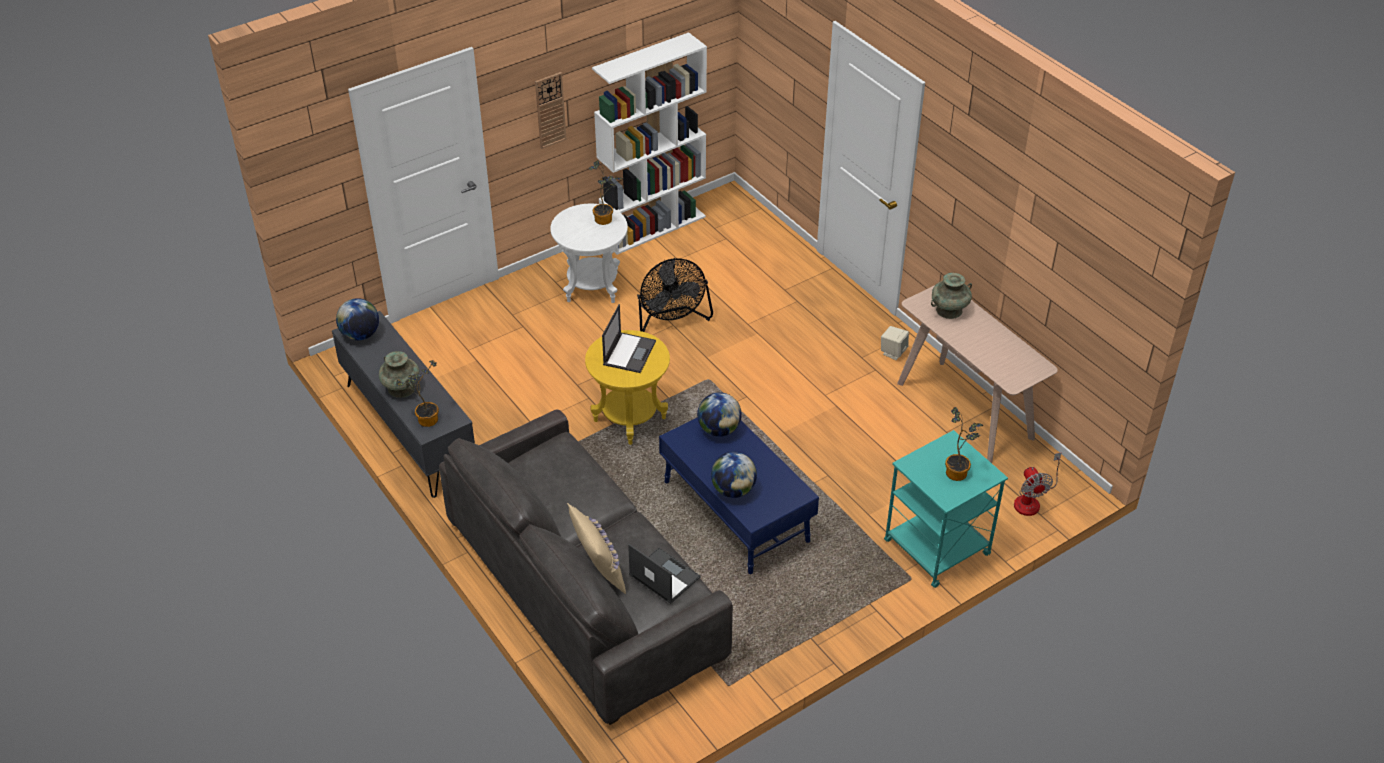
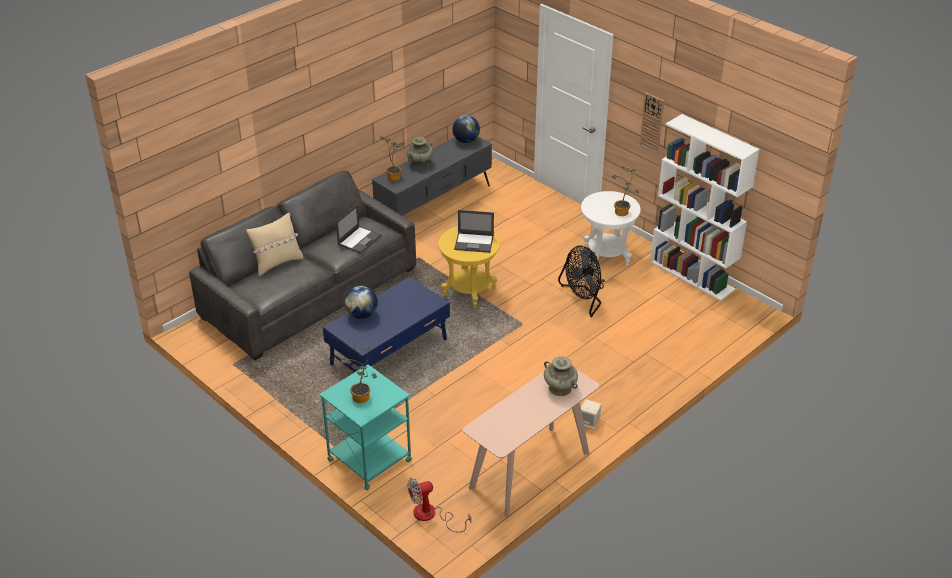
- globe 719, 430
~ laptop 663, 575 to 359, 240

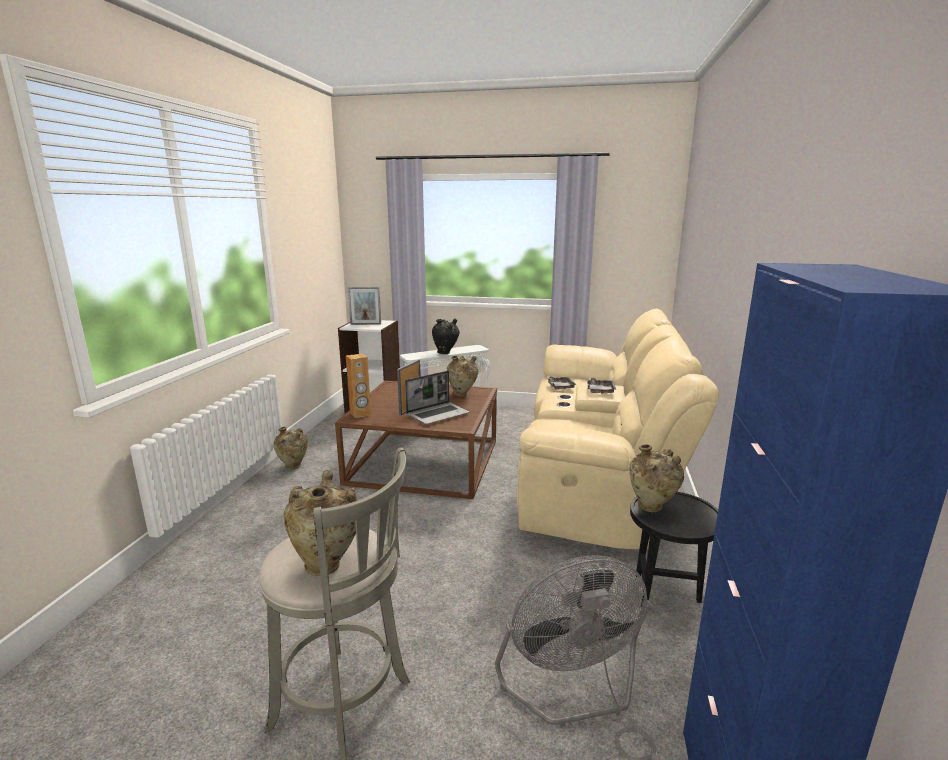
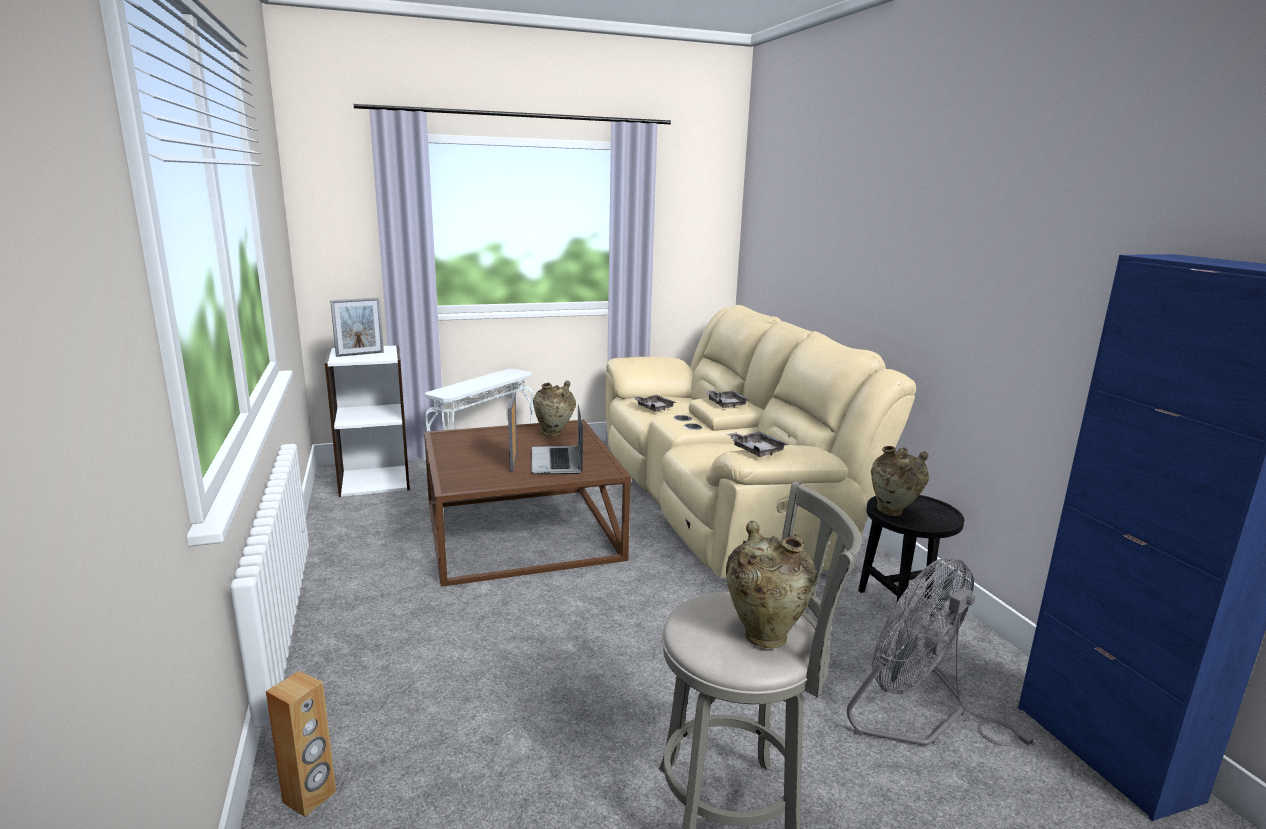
- vase/beige 293, 467
- vase/black 445, 353
+ tray/grey 756, 450
~ speaker/brown 360, 414 to 310, 797
~ laptop 438, 414 = 558, 462 150 degrees clockwise

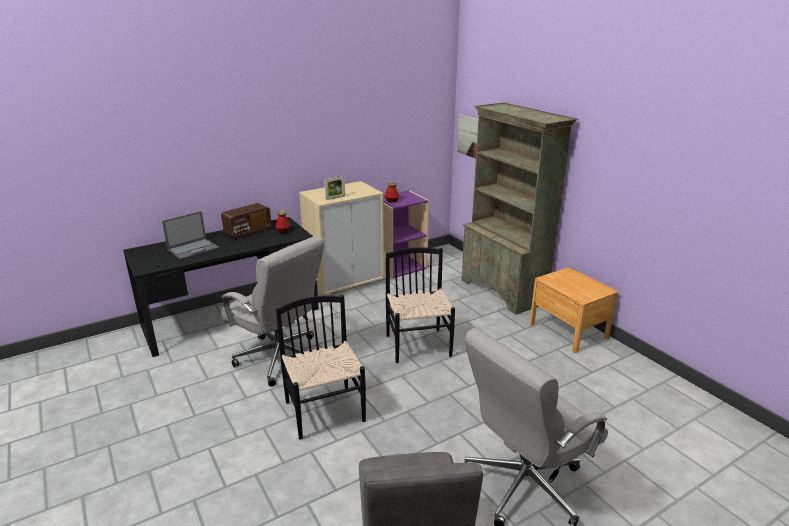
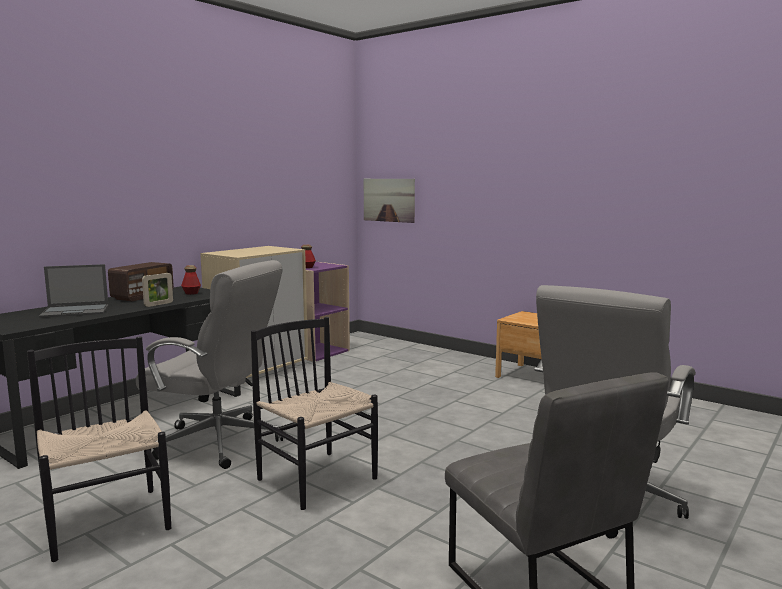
- bookcase/green 503, 291
~ picture frame 335, 198 to 158, 304
~ chair/black 417, 344 to 107, 520
~ laptop 193, 249 = 76, 311 45 degrees clockwise

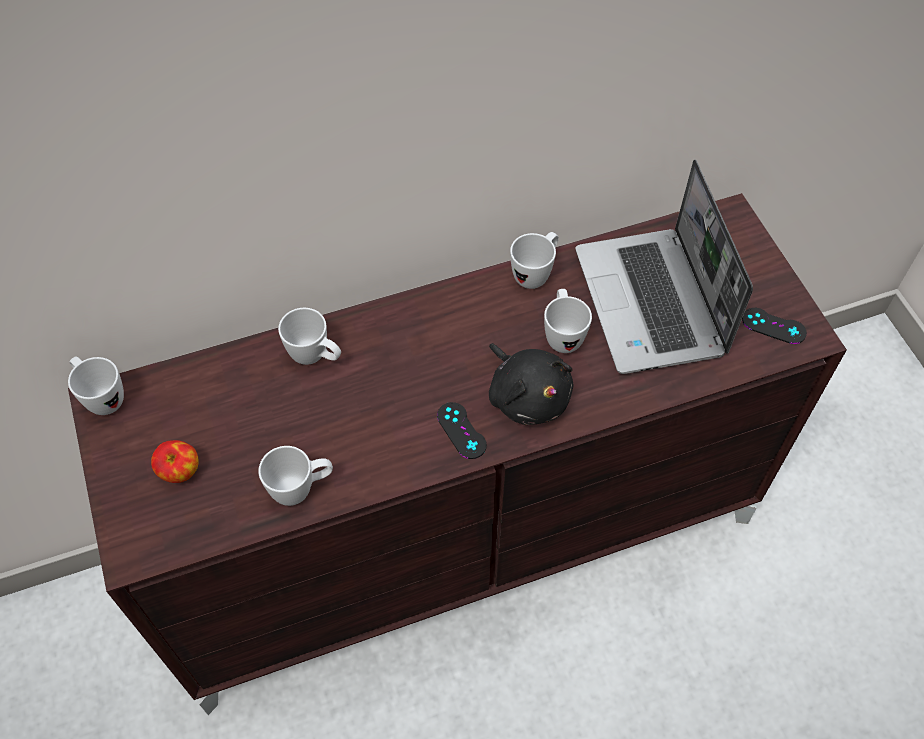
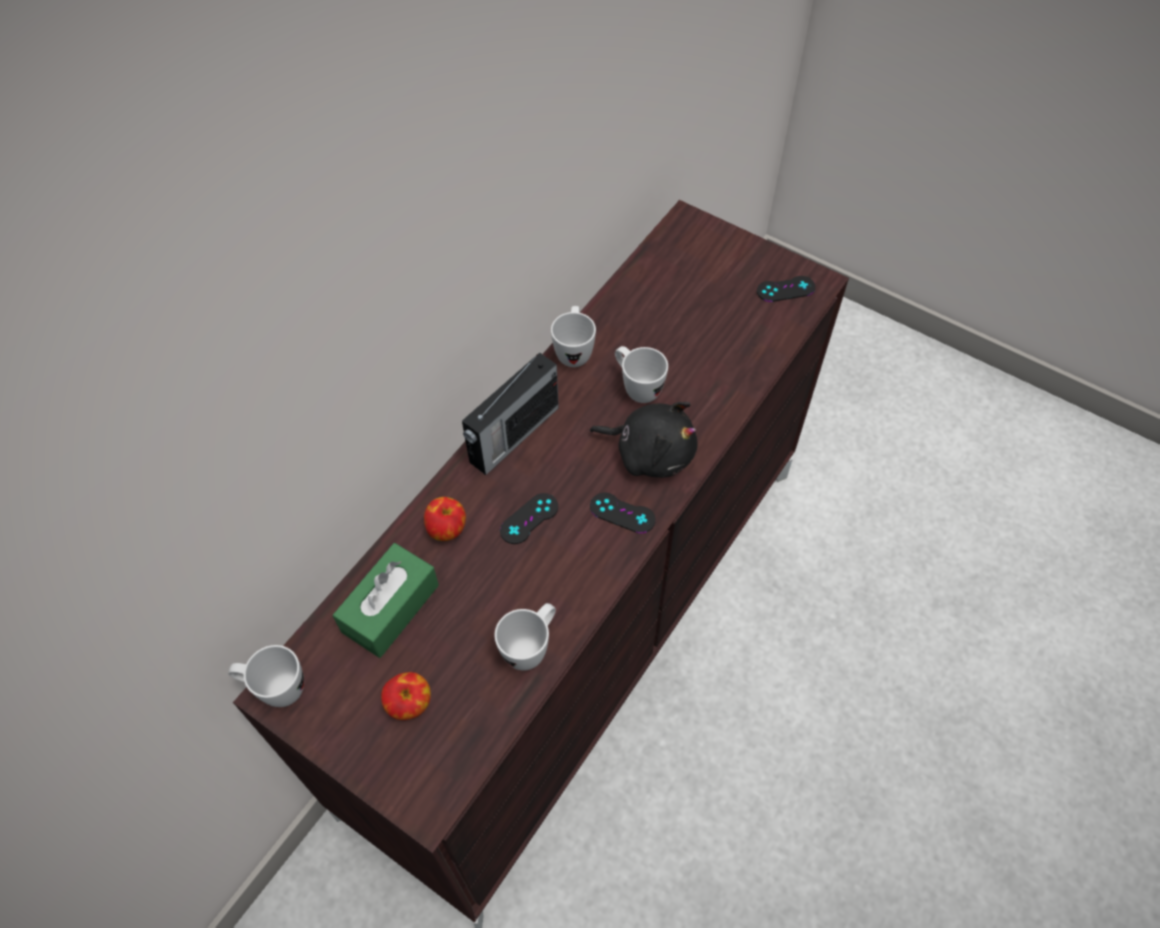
- laptop 652, 304
+ tissue box/green 390, 608
+ radio 512, 436
+ game controller/black 529, 518
~ mug/white 315, 357 to apple 447, 529

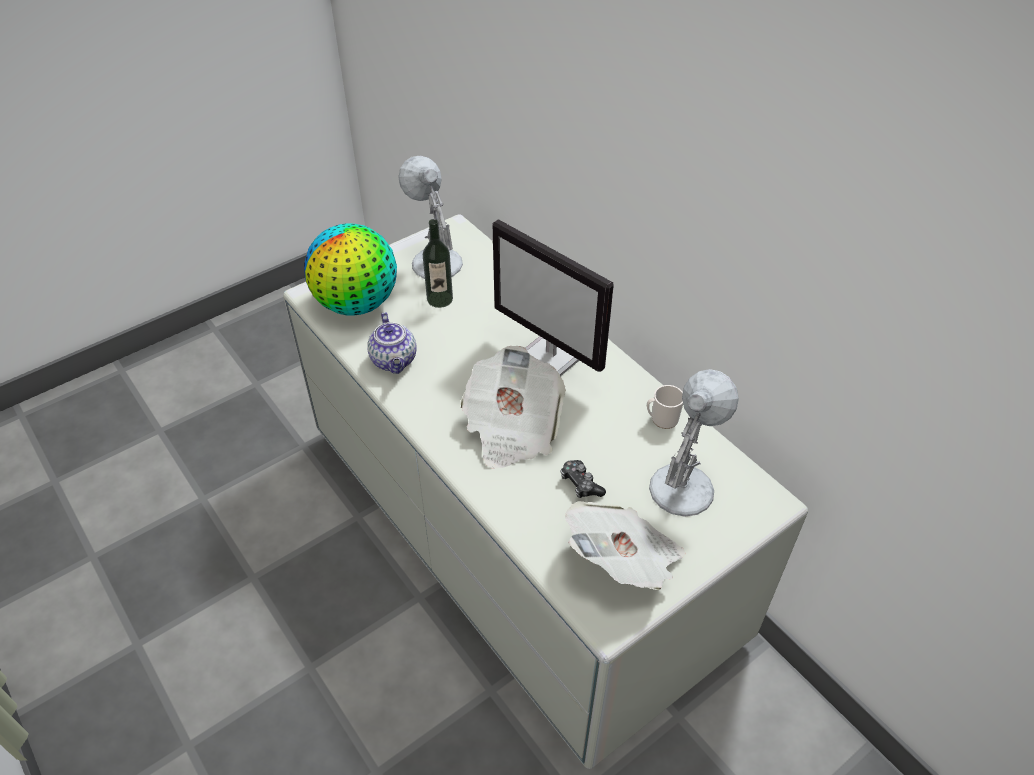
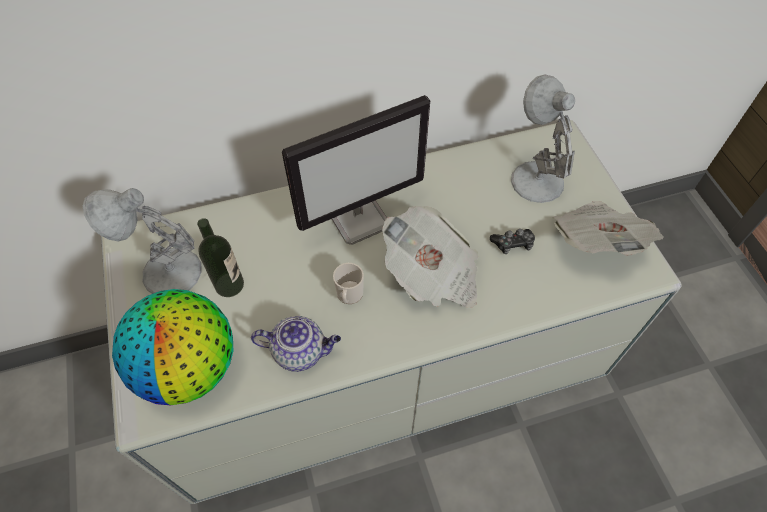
~ mug 661, 419 to 349, 295

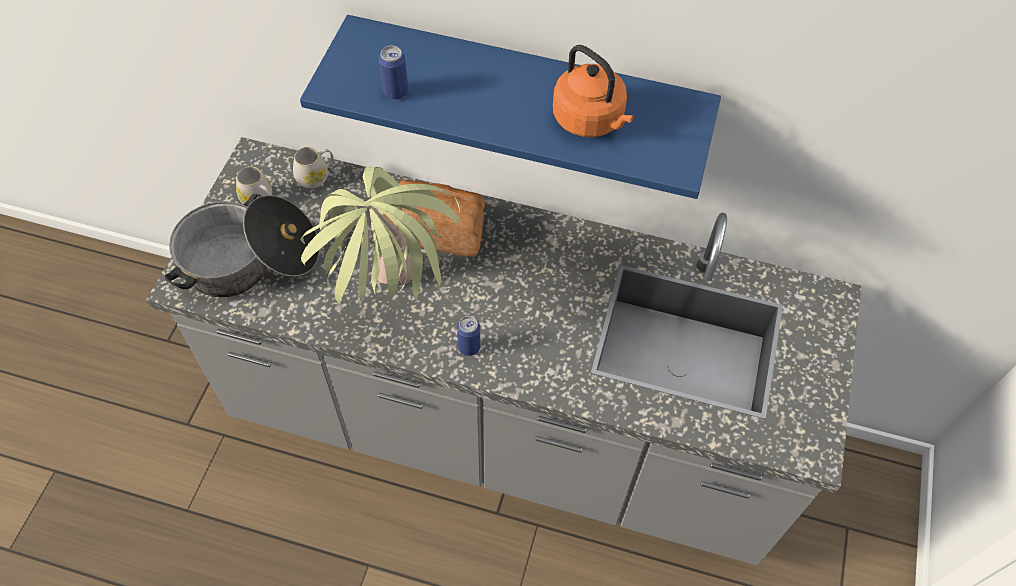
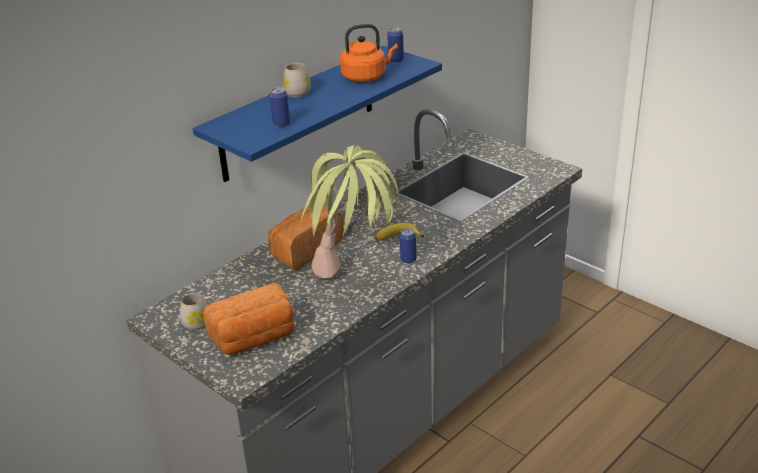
+ banana 397, 238
+ can 396, 60
~ mug/white 316, 176 to 297, 91
~ cooking pot 250, 262 to bread 254, 338

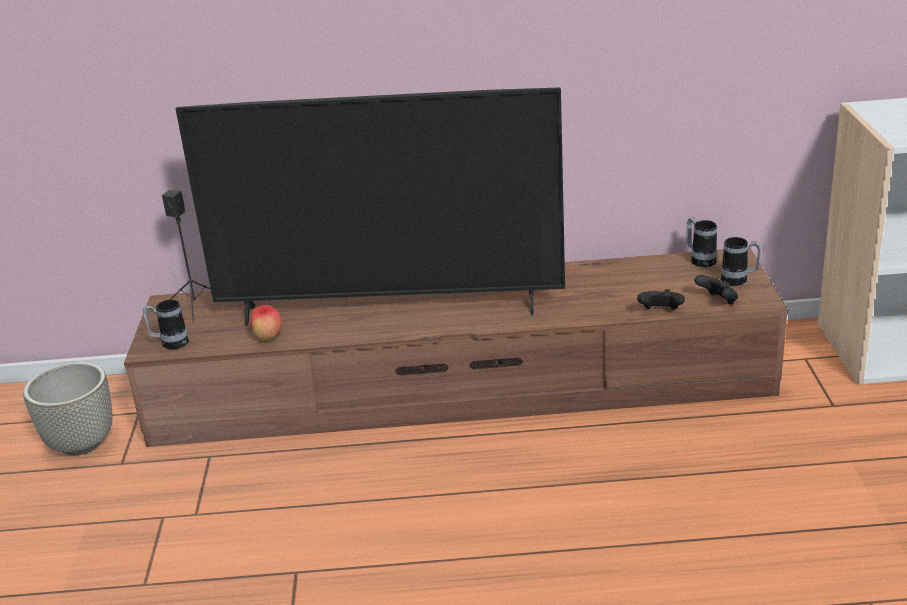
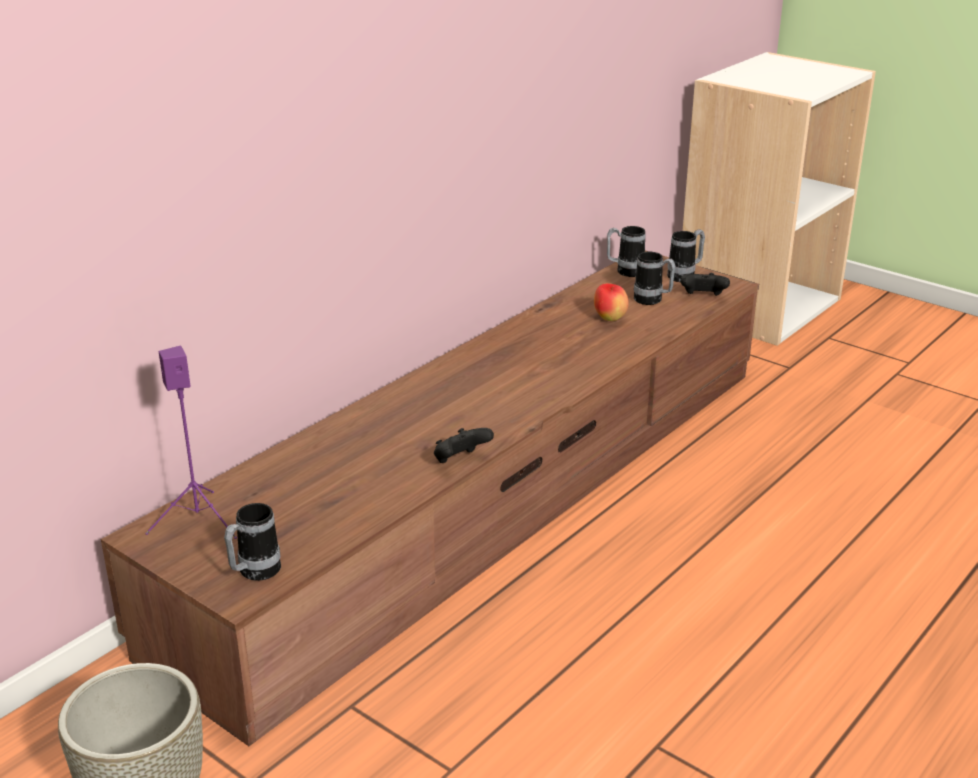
- television 389, 309
+ mug 652, 301
~ apple 268, 338 to 610, 319
~ game controller/black 660, 312 to 460, 461
~ speaker/black 196, 306 to speaker/purple 198, 520

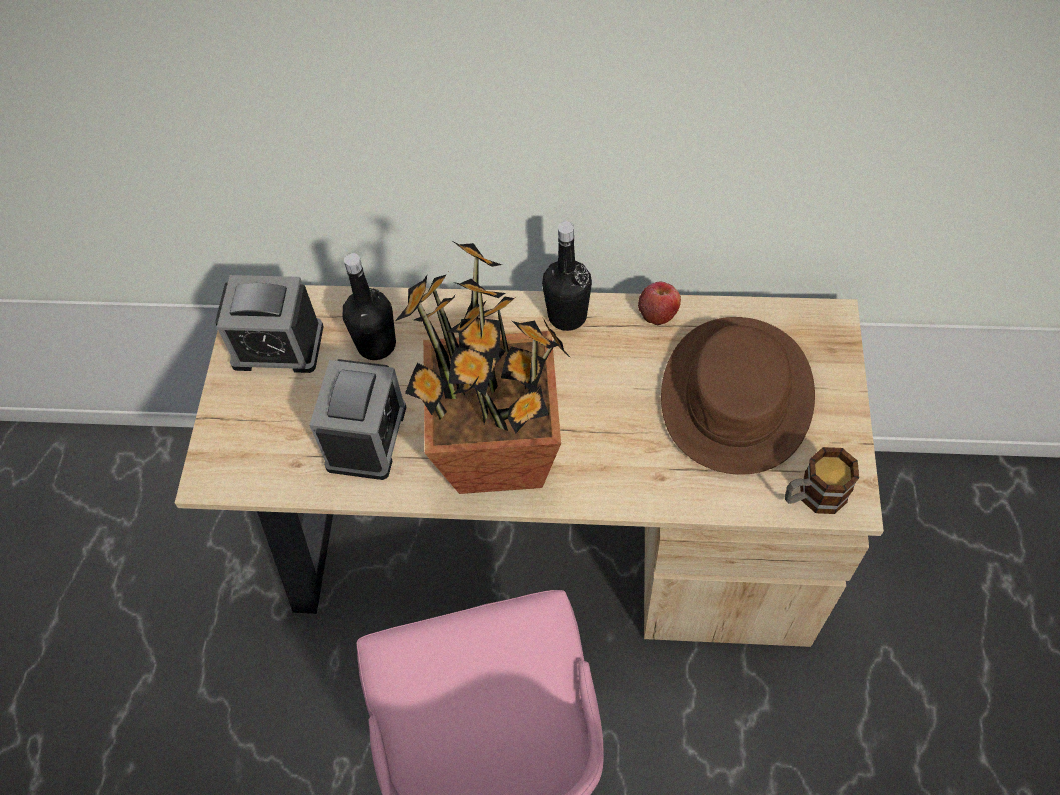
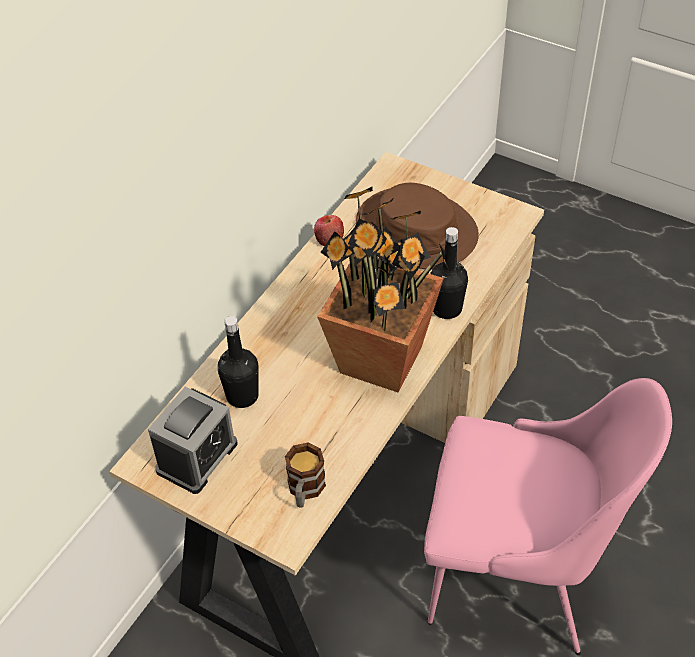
- alarm clock 366, 436
~ bottle/black 567, 316 to 446, 308
~ mug 813, 496 to 305, 490

